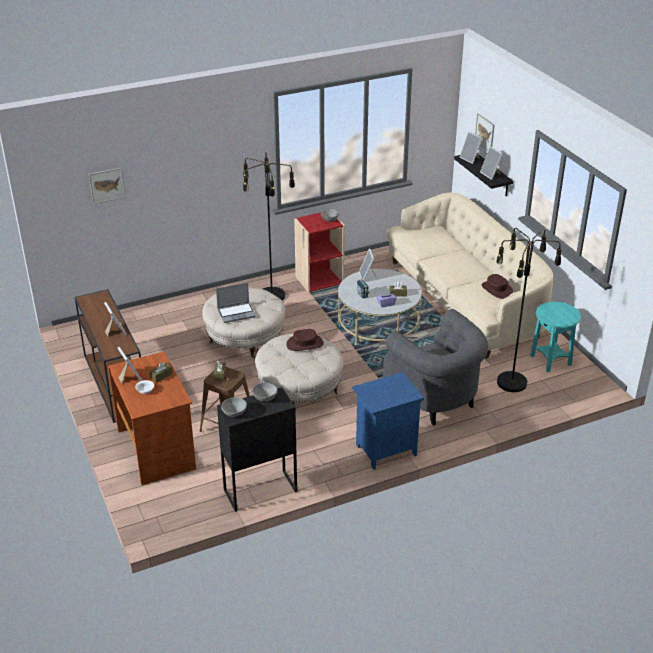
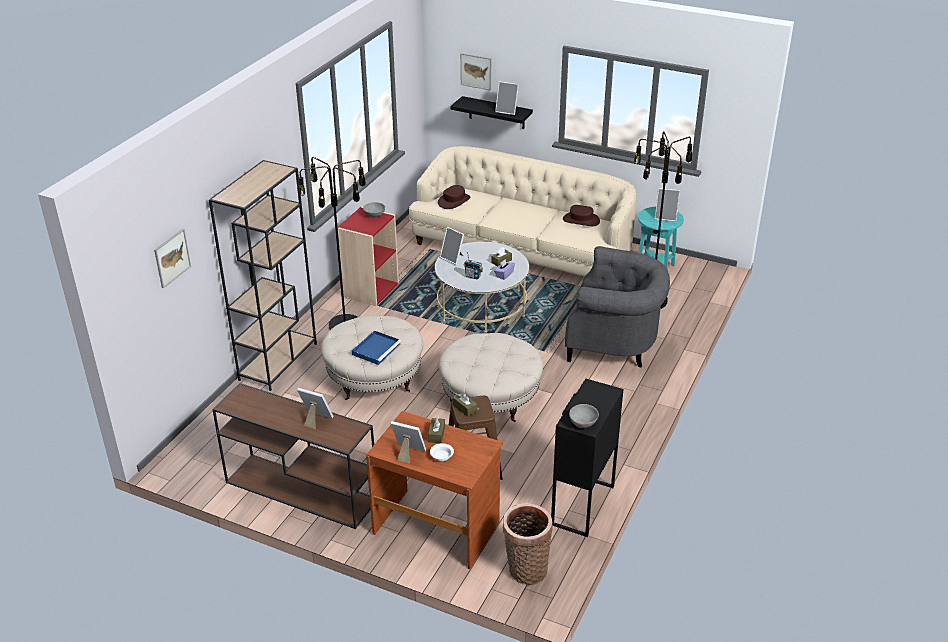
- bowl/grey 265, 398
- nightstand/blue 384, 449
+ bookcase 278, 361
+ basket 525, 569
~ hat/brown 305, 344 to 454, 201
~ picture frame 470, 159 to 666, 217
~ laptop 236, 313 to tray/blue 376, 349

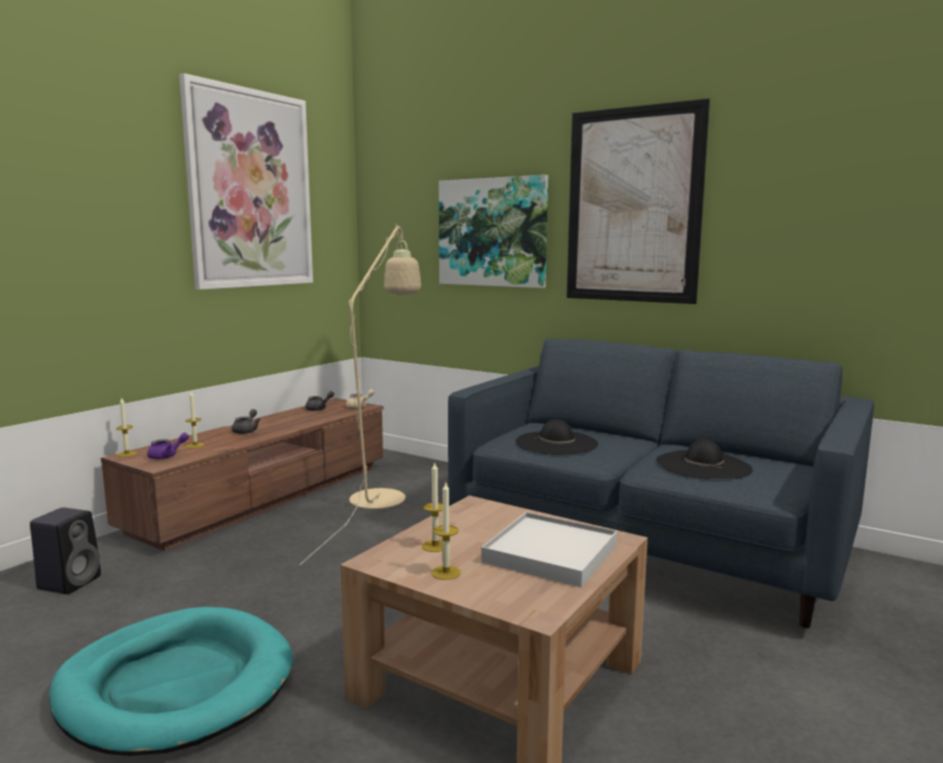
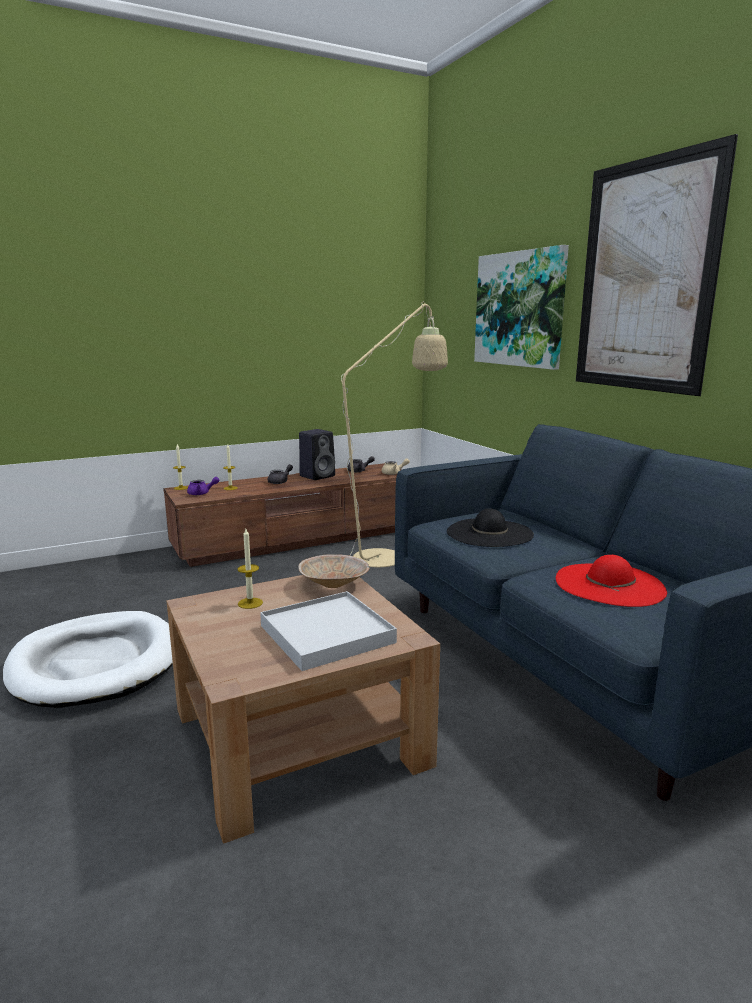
- picture 250, 189
- candle 446, 572
+ bowl/beige 334, 584
~ speaker/black 70, 582 to 318, 476
~ dog bed/turquoise 176, 685 to dog bed/white 95, 664
~ hat/black 703, 465 to hat/red 609, 584

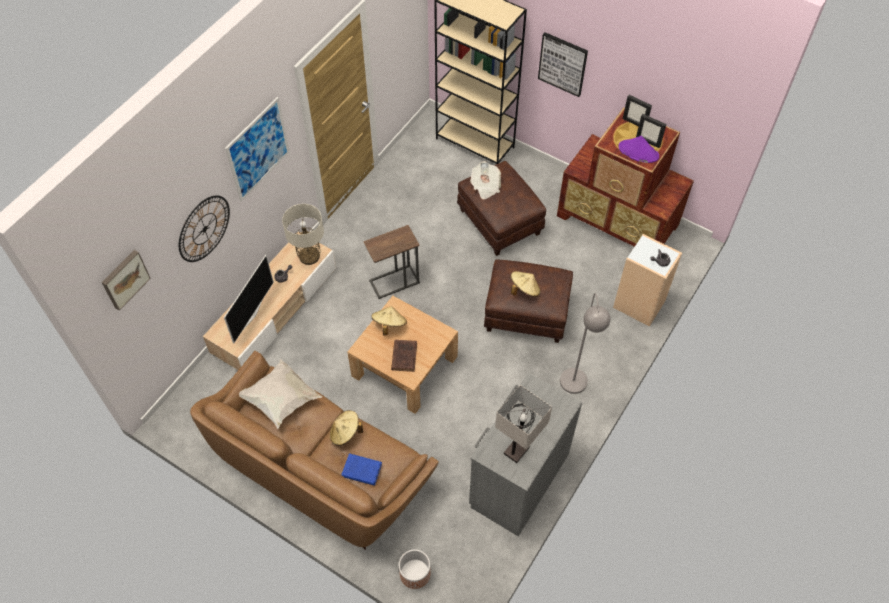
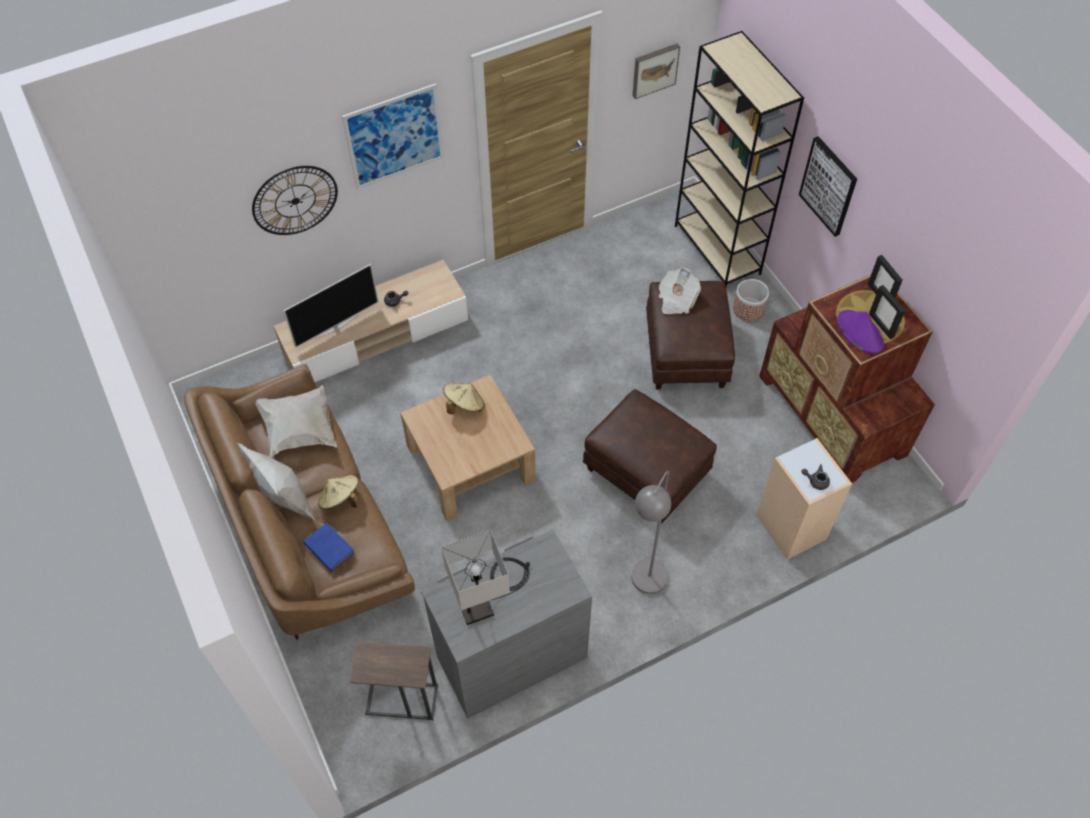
- table lamp 309, 256
- book/brown 404, 356
- hat/beige 524, 290
+ pillow/white 285, 499
~ picture 124, 279 to 654, 69
~ side table/brown 394, 281 to 402, 699
~ planter 414, 573 to 748, 309

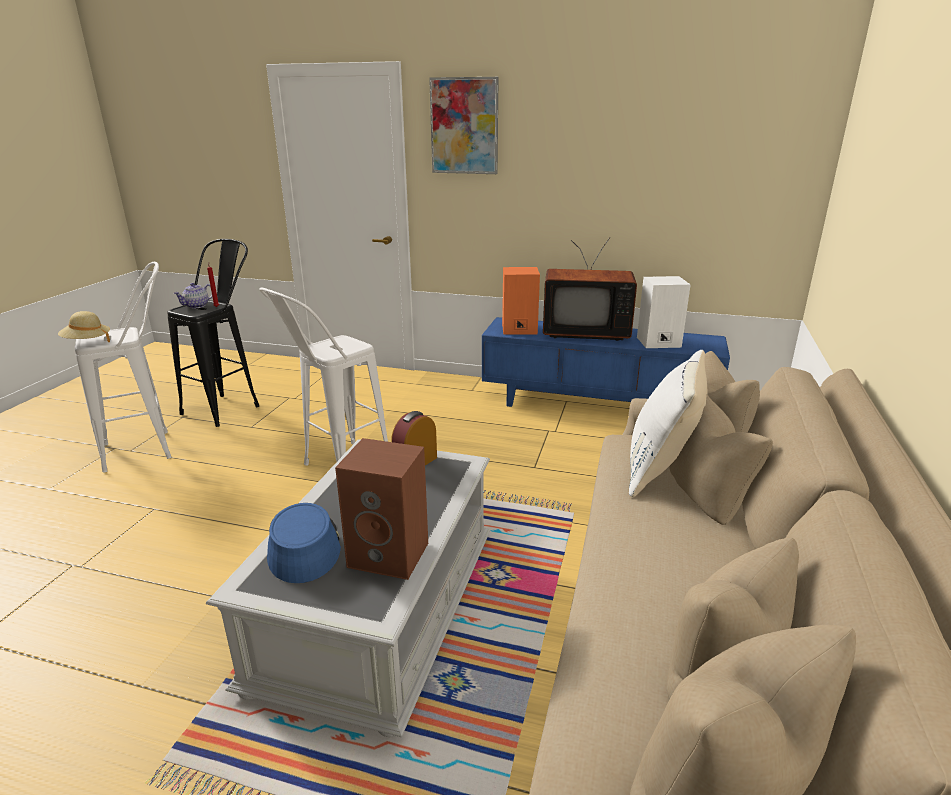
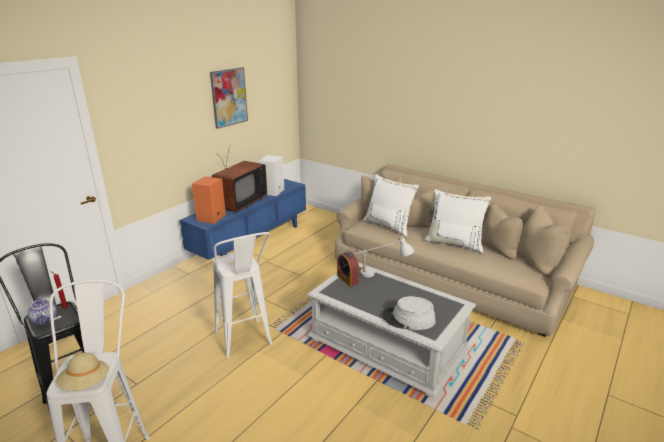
- speaker/brown 391, 554
+ table lamp/white 378, 275
+ pillow/white 454, 243
~ picture 464, 126 to 229, 97
~ hat/blue 303, 547 to hat/grey 408, 319

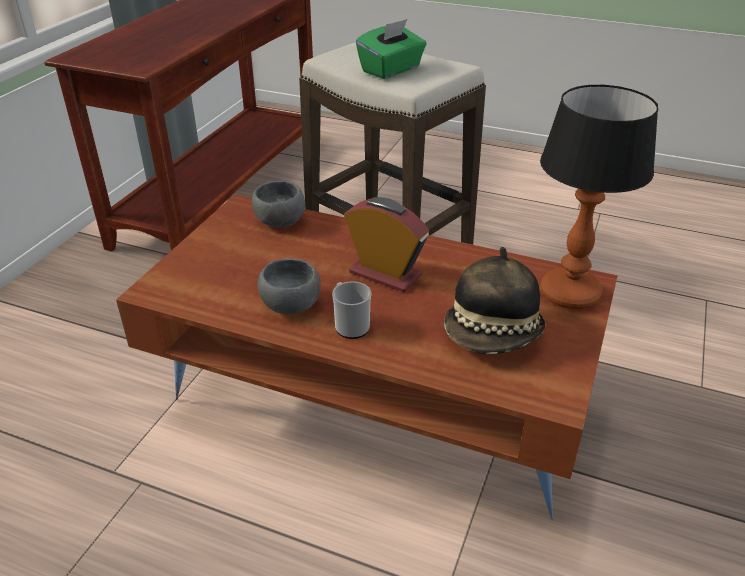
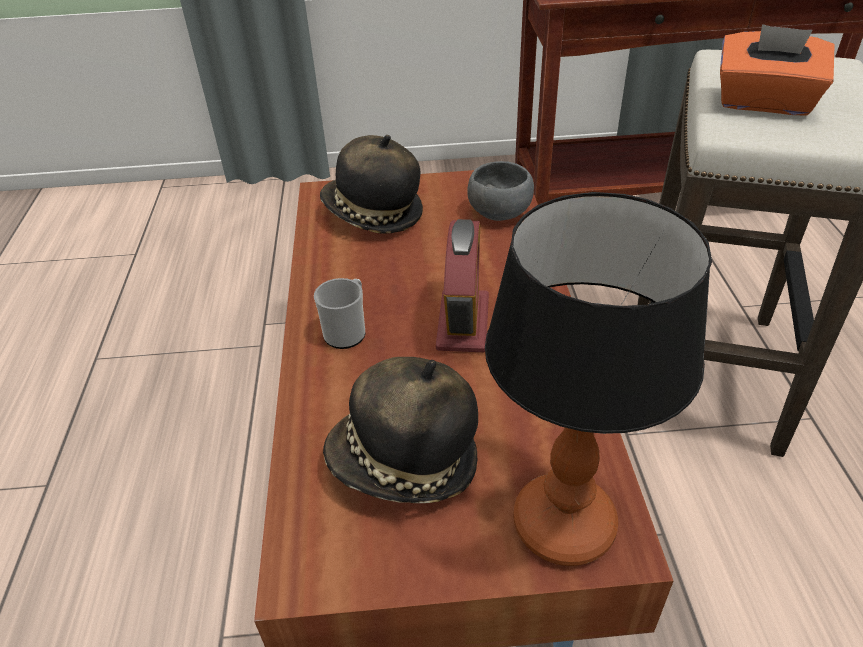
- bowl/grey 290, 306
+ hat 372, 214
~ tissue box/green 391, 70 to tissue box/orange 763, 103

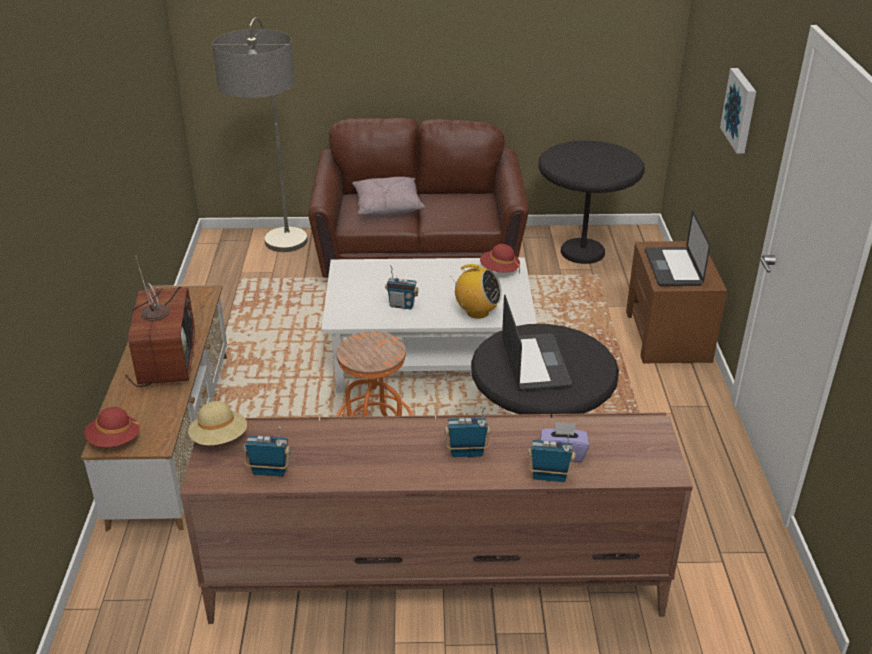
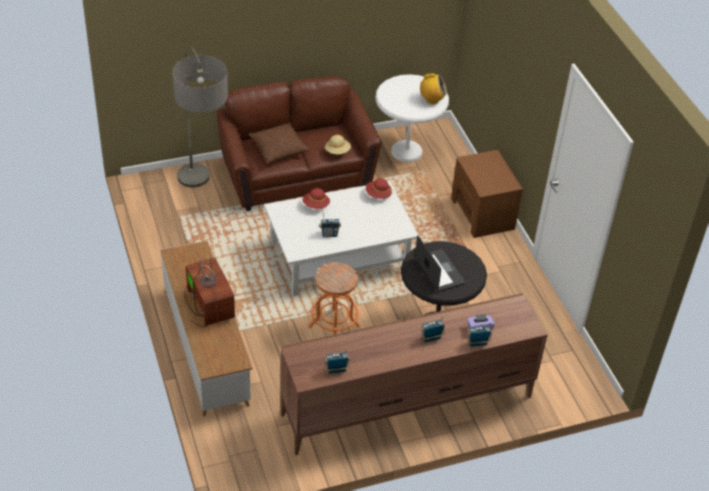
- laptop 673, 268
- picture 741, 110
~ hat/red 114, 440 to 316, 205
~ hat/beige 219, 438 to 337, 151
~ radio 477, 312 to 432, 100
~ pillow/purple 387, 206 to pillow/brown 278, 149
~ side table/black 582, 252 to side table/white 406, 152

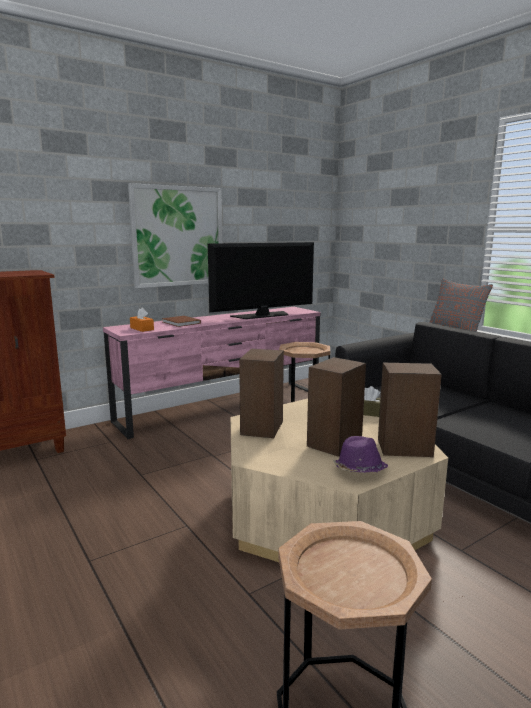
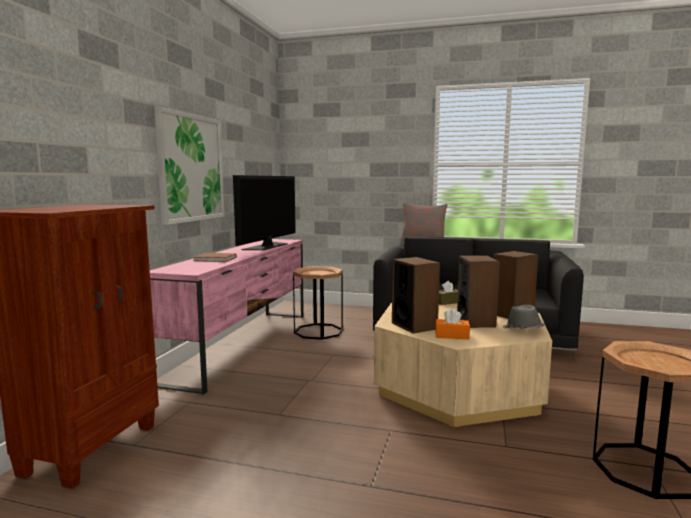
~ tissue box/orange 142, 329 to 452, 335
~ hat/purple 359, 470 to hat/grey 522, 330

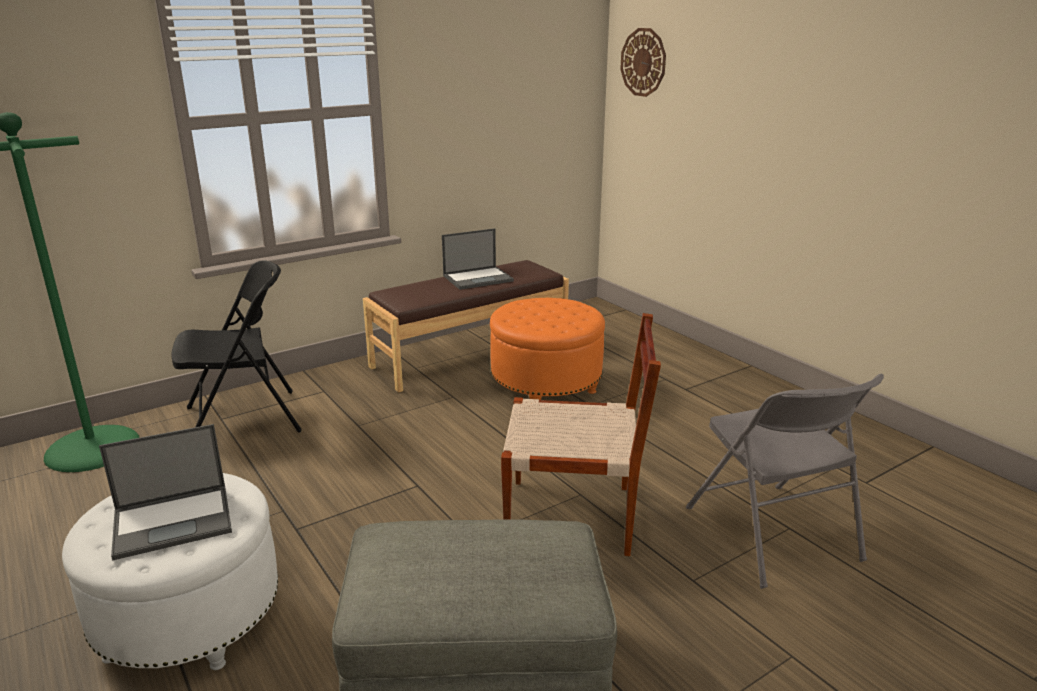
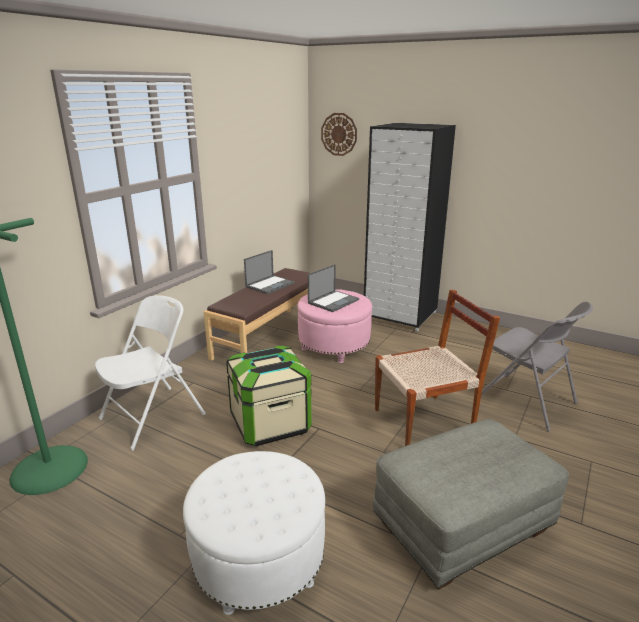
+ storage box 270, 424
+ wardrobe 400, 316
~ laptop 174, 521 to 333, 301
~ chair/black 243, 419 to chair/white 153, 416
~ ottoman/orange 546, 385 to ottoman/pink 334, 347

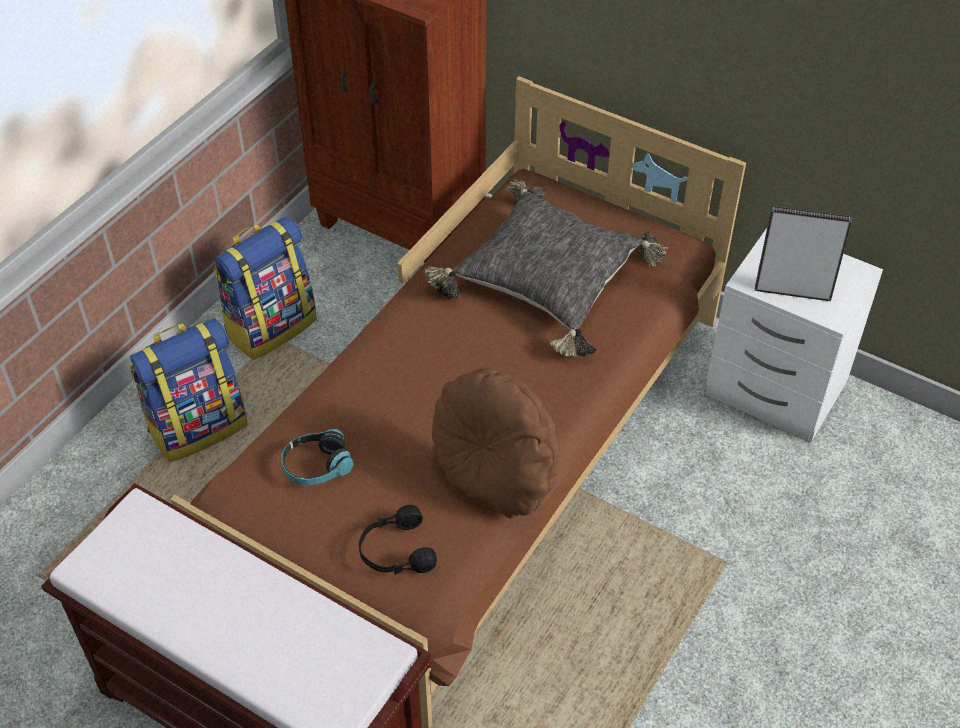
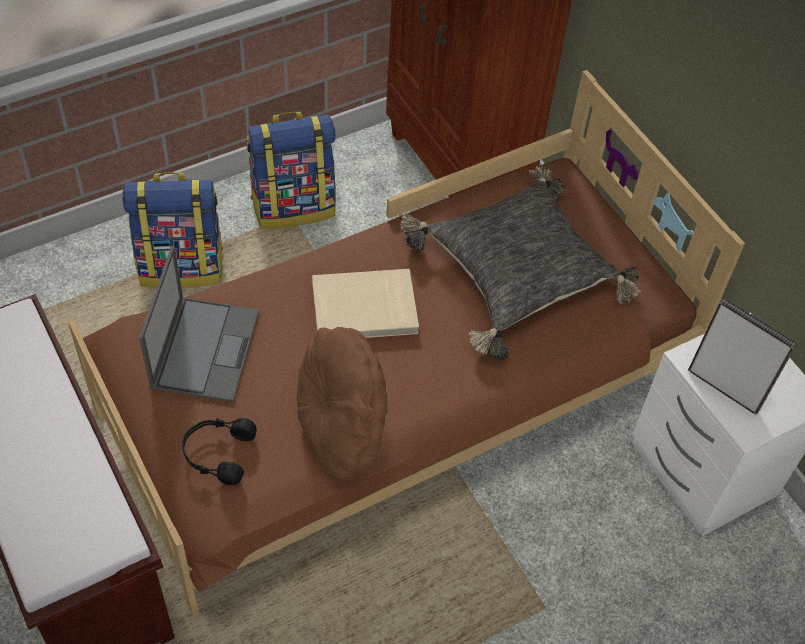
+ book/beige 364, 309
~ headphones 317, 466 to laptop 205, 348

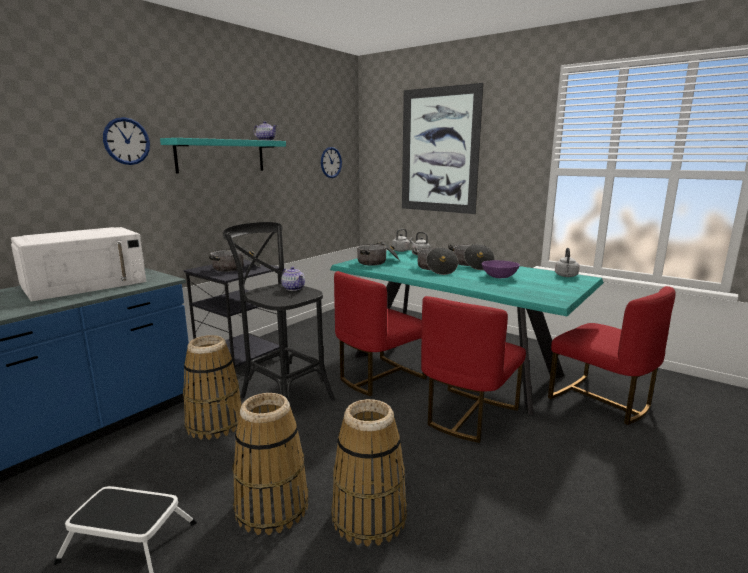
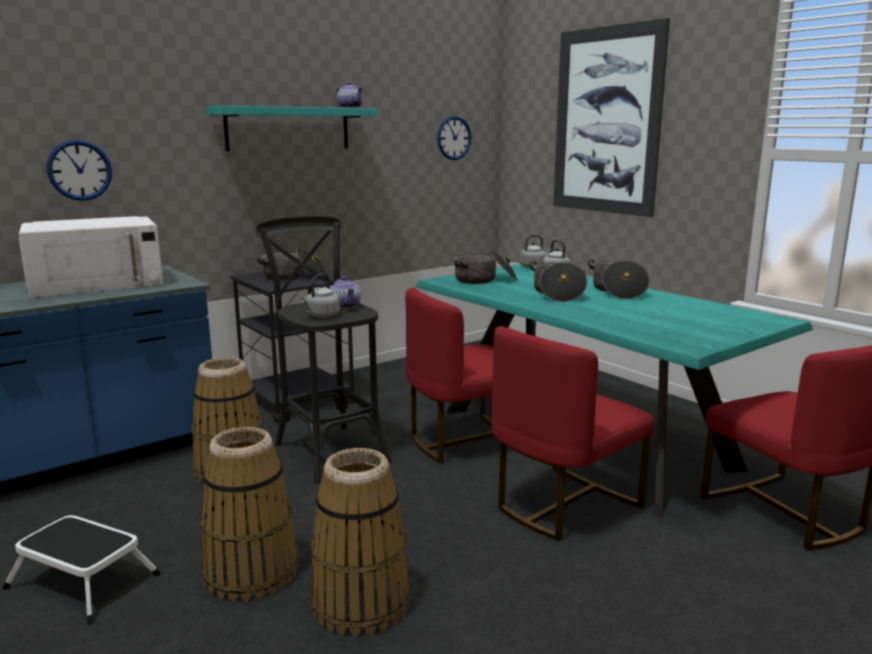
- bowl/purple 499, 276
~ wall clock 126, 141 to 79, 170
~ kettle/grey 566, 276 to 321, 316

